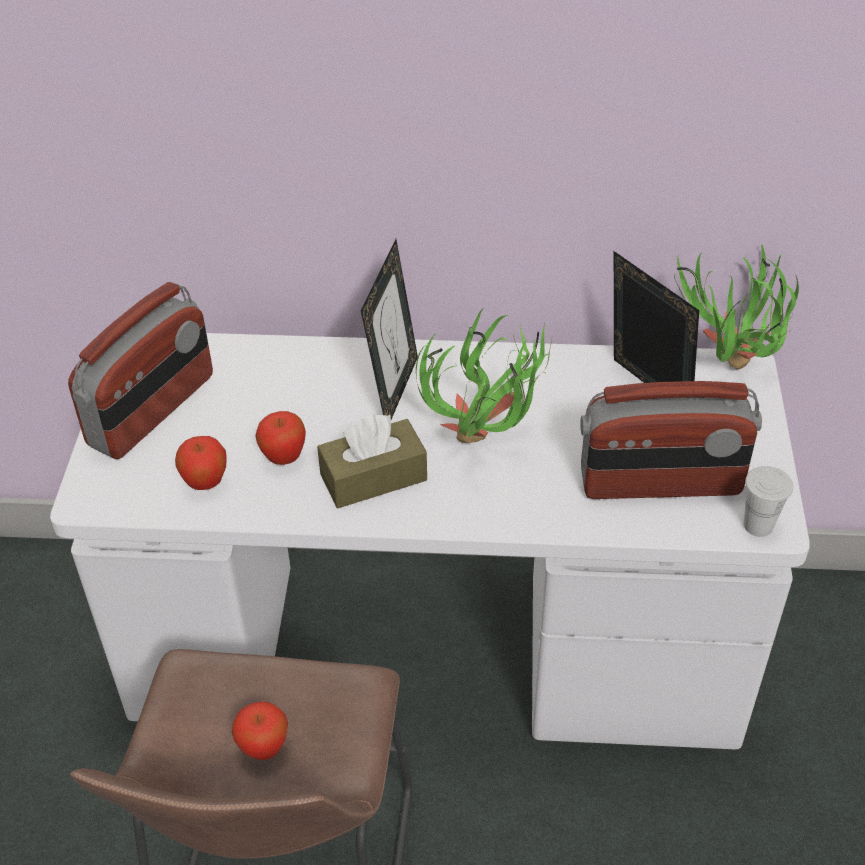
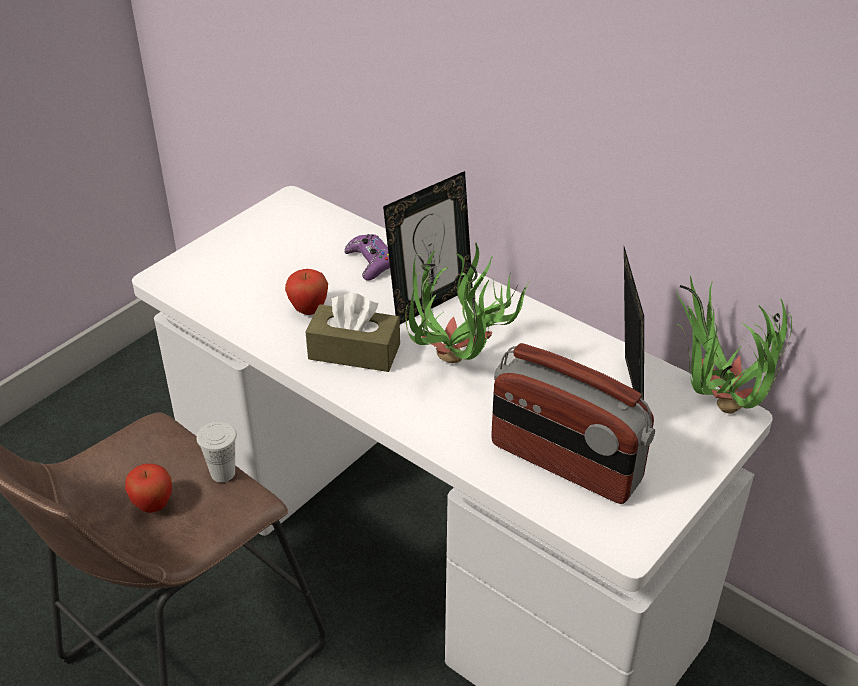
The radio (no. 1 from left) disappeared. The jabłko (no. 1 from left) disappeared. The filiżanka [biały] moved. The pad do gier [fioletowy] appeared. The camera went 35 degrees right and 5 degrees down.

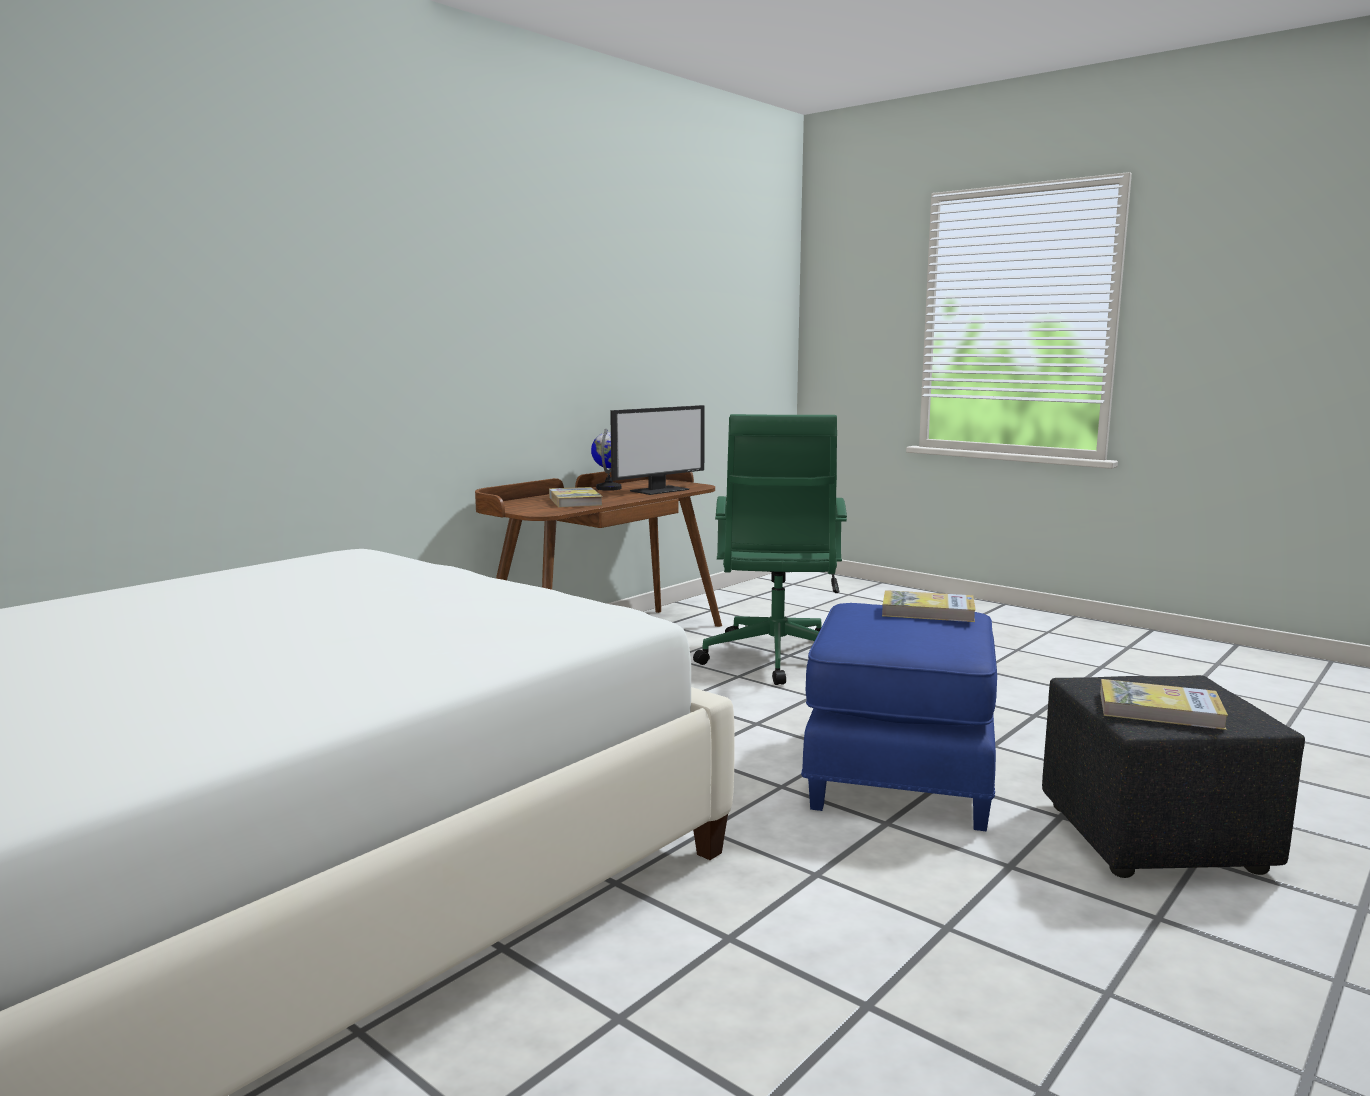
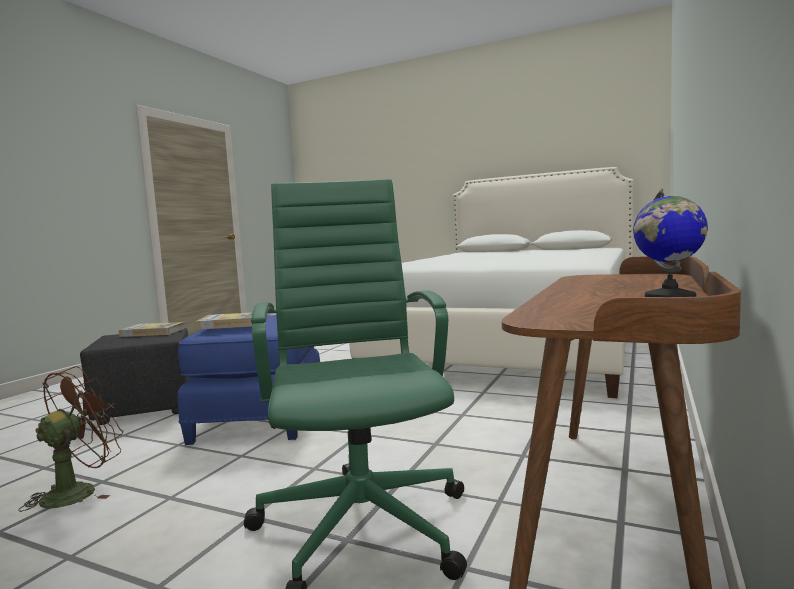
The książka (no. 1 from left) disappeared. The monitor disappeared. The wentylator [brązowy] appeared. The camera went 165 degrees right and 5 degrees down.

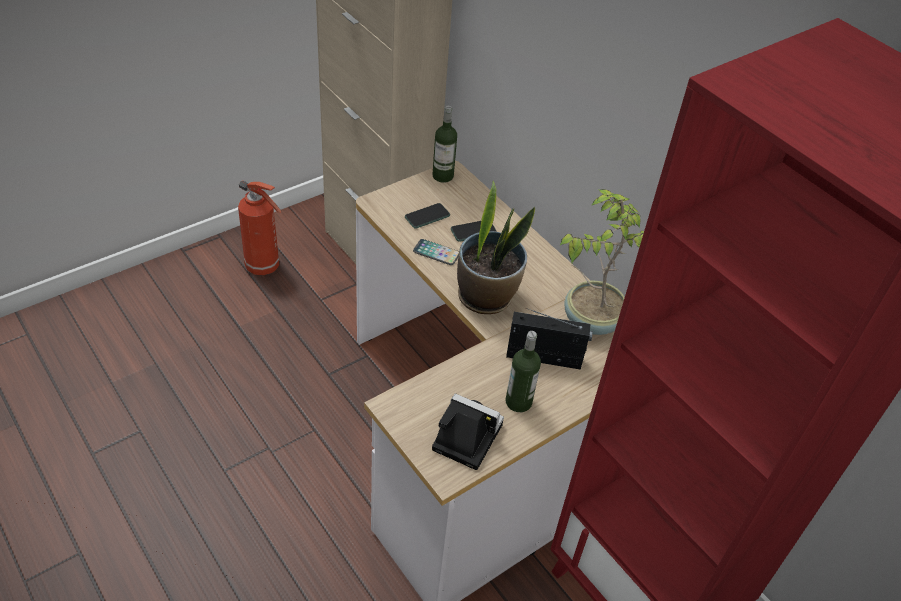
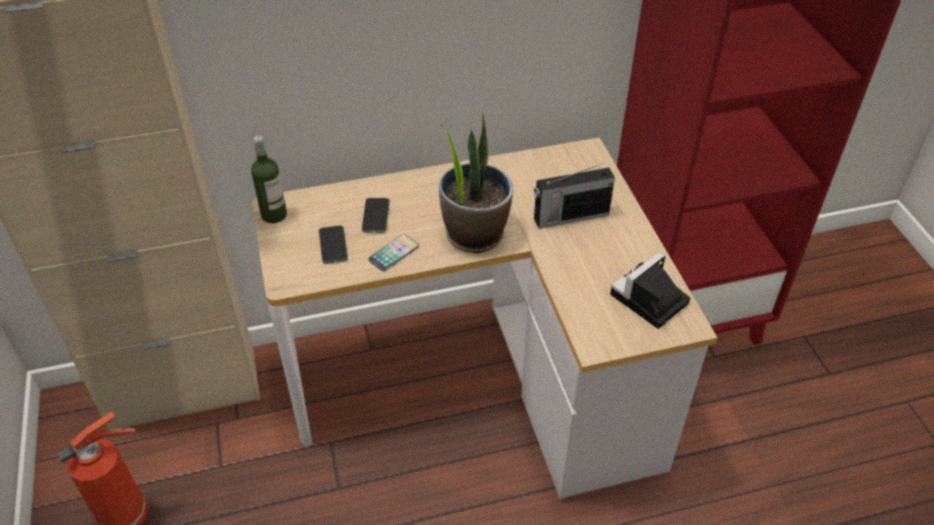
The butelka (no. 2 from left) disappeared. The radio turned 135 degrees counterclockwise. The roślina doniczkowa (no. 2 from left) disappeared. The camera went 65 degrees left and 0 degrees up.

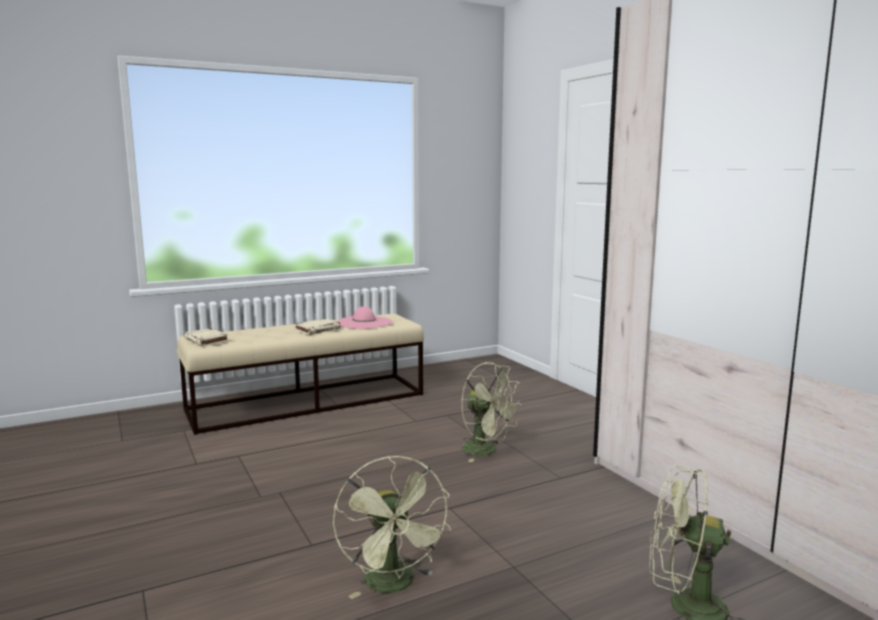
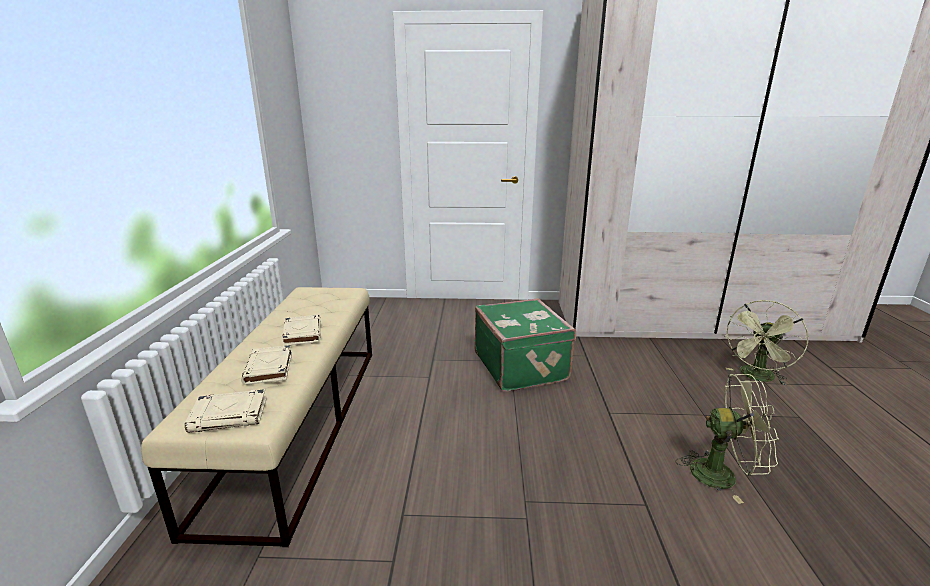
The kapelusz [różowy] disappeared. The wentylator [zielony] (no. 2 from left) was replaced by the walizka [zielony]. The książka [beżowy] (no. 2 from left) appeared. The camera went 60 degrees left and 10 degrees up.

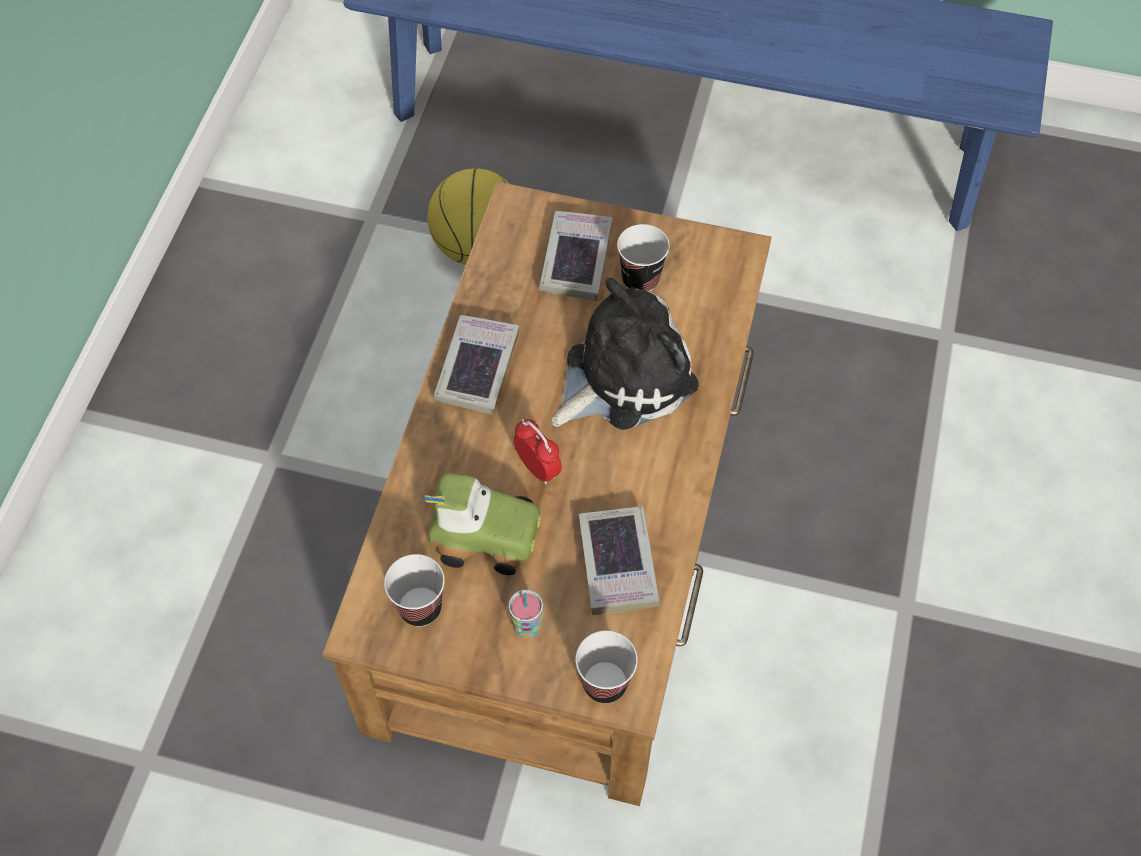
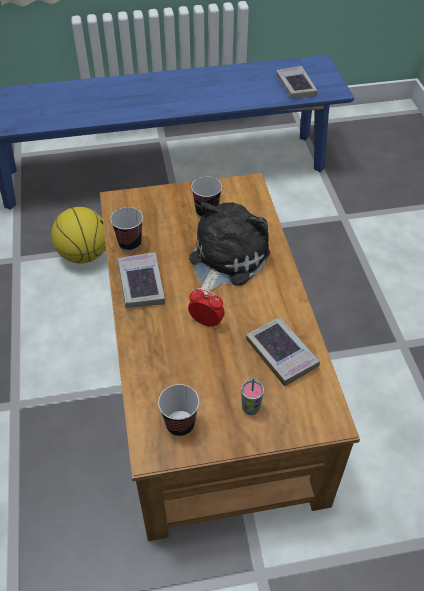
The samochodzik disappeared. The książka (no. 2 from left in the first image) moved. The filiżanka (no. 3 from left in the first image) moved. The camera went 25 degrees left and 10 degrees down.

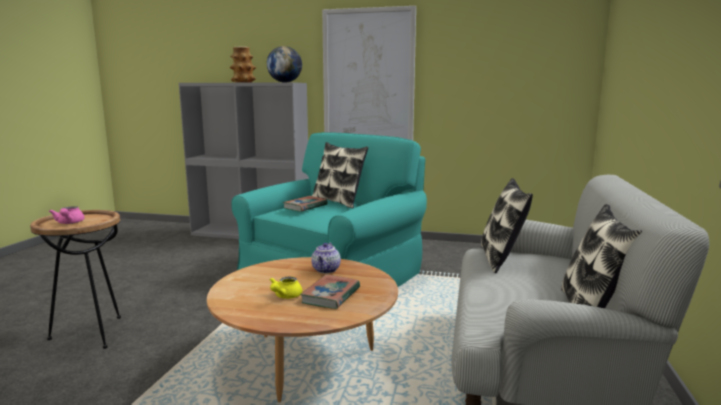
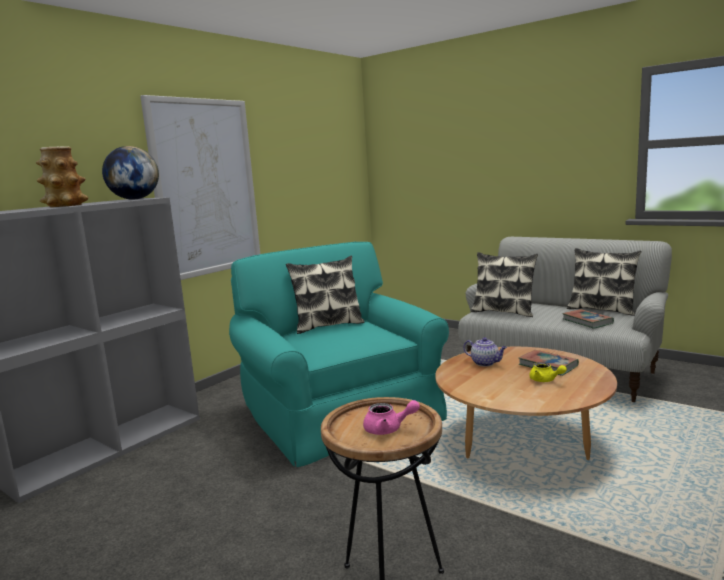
The książka (no. 1 from left in the first image) moved. The camera went 65 degrees left and 0 degrees up.

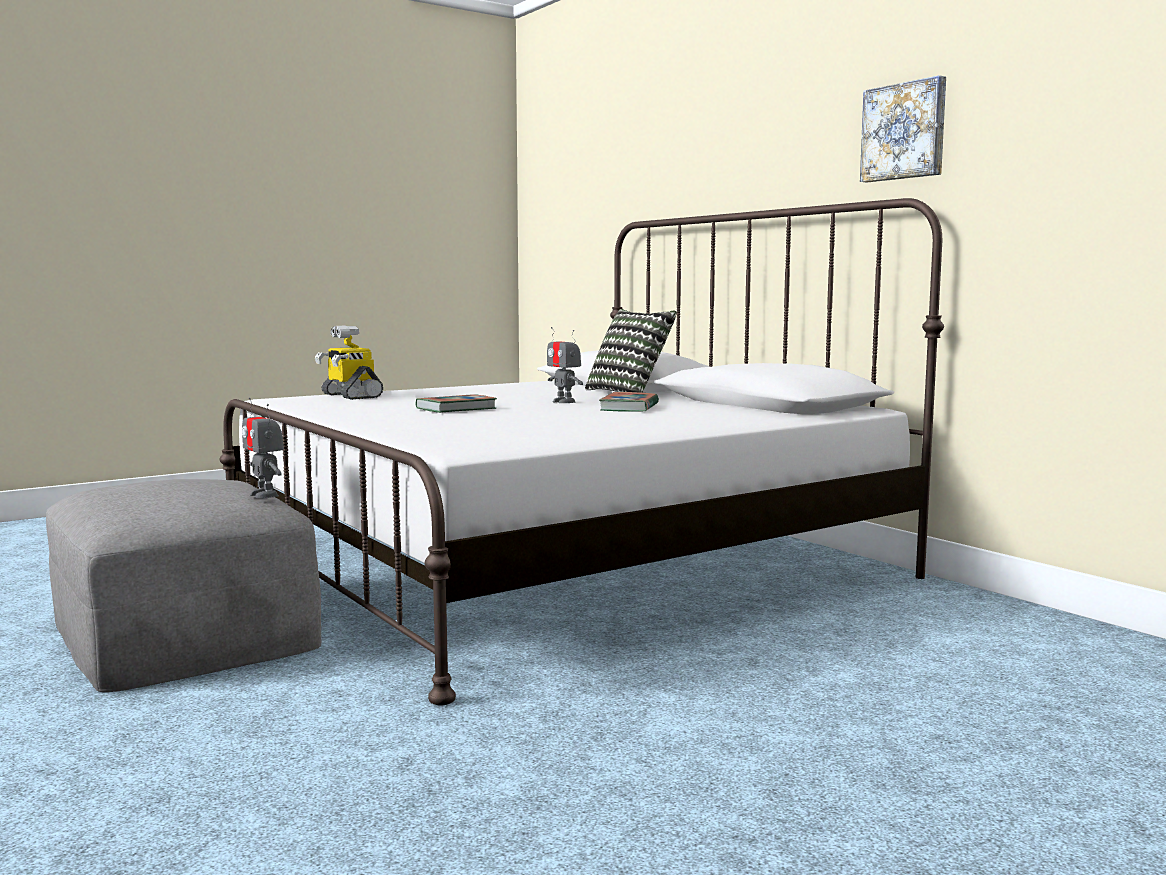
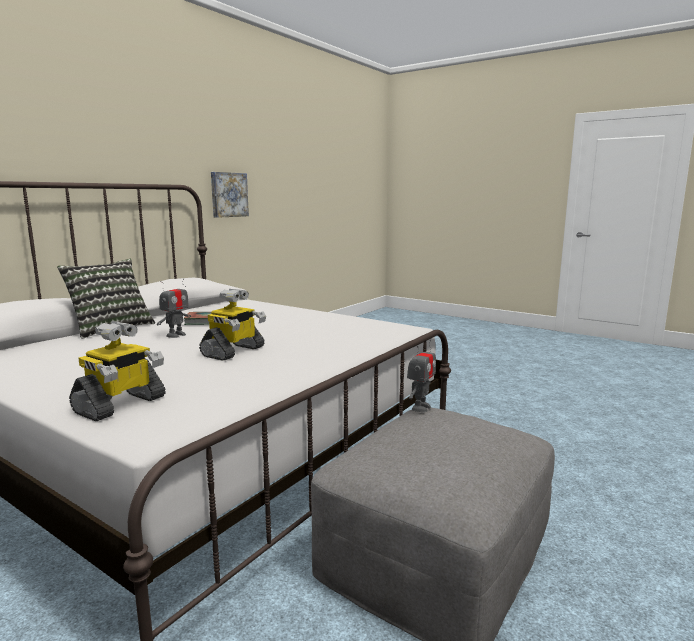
The książka (no. 1 from left) was replaced by the robot zabawkowy (no. 3 from left). The obraz moved. The camera went 110 degrees left and 5 degrees up.

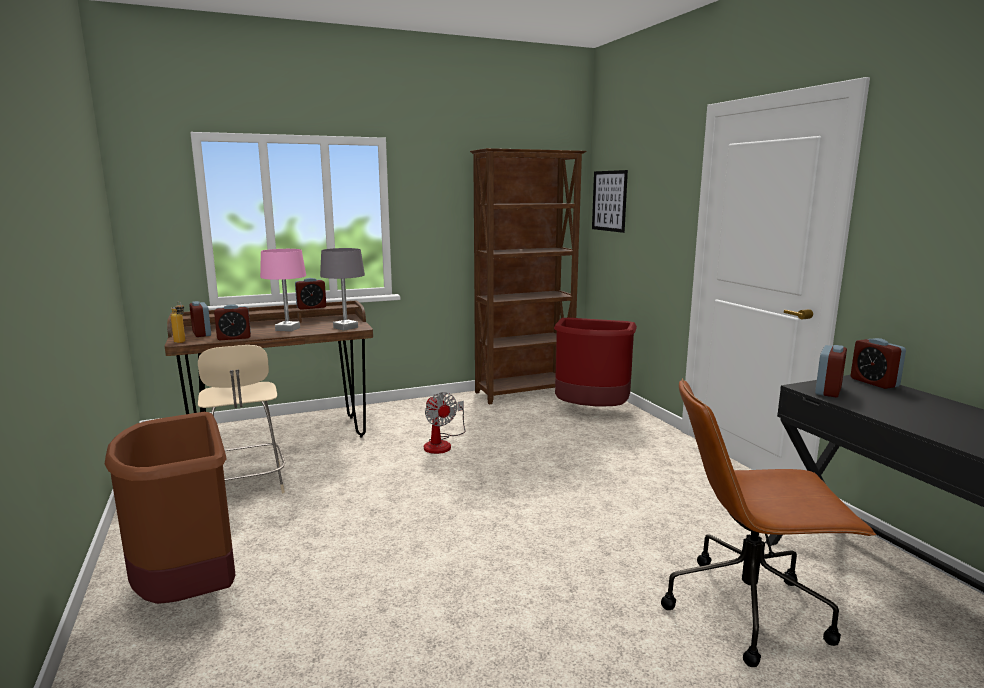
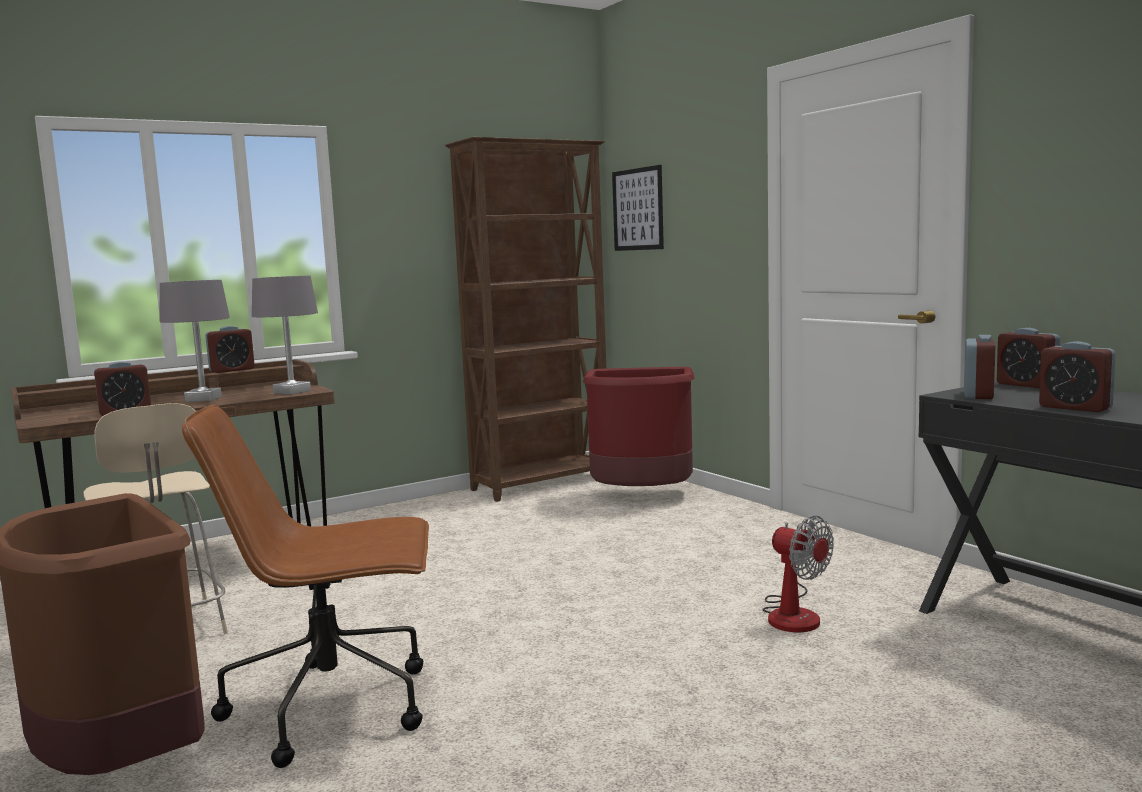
The butelka disappeared. The budzik (no. 1 from left in the first image) moved. The lampa stołowa [różowy] became the lampa stołowa [szary] (no. 1 from left). The wentylator moved. The krzesło biurowe [brązowy] moved. The camera went 10 degrees left and 5 degrees down.

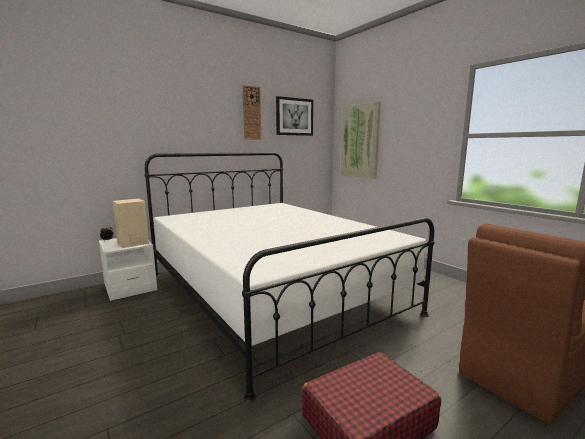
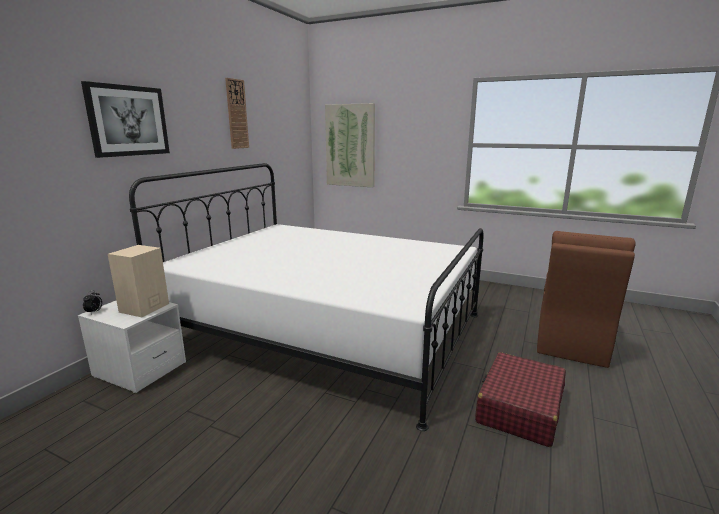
The obraz (no. 1 from left) moved. The camera went 30 degrees left and 5 degrees up.

